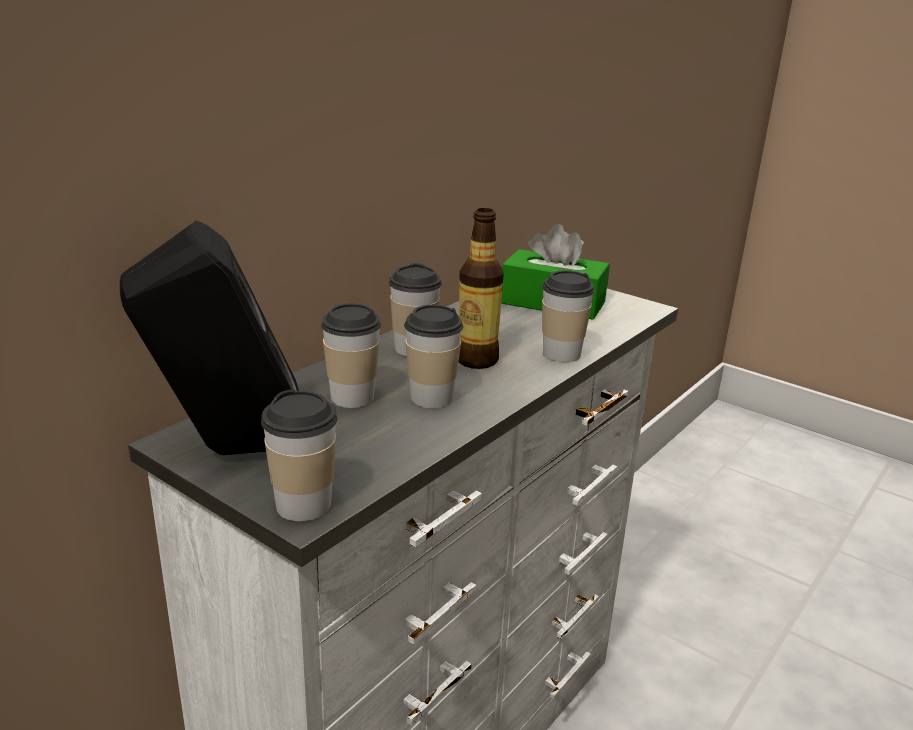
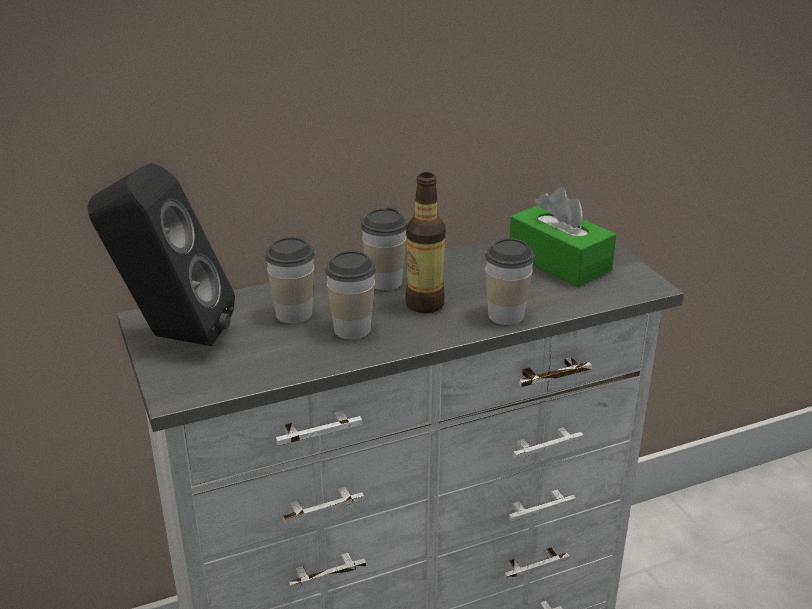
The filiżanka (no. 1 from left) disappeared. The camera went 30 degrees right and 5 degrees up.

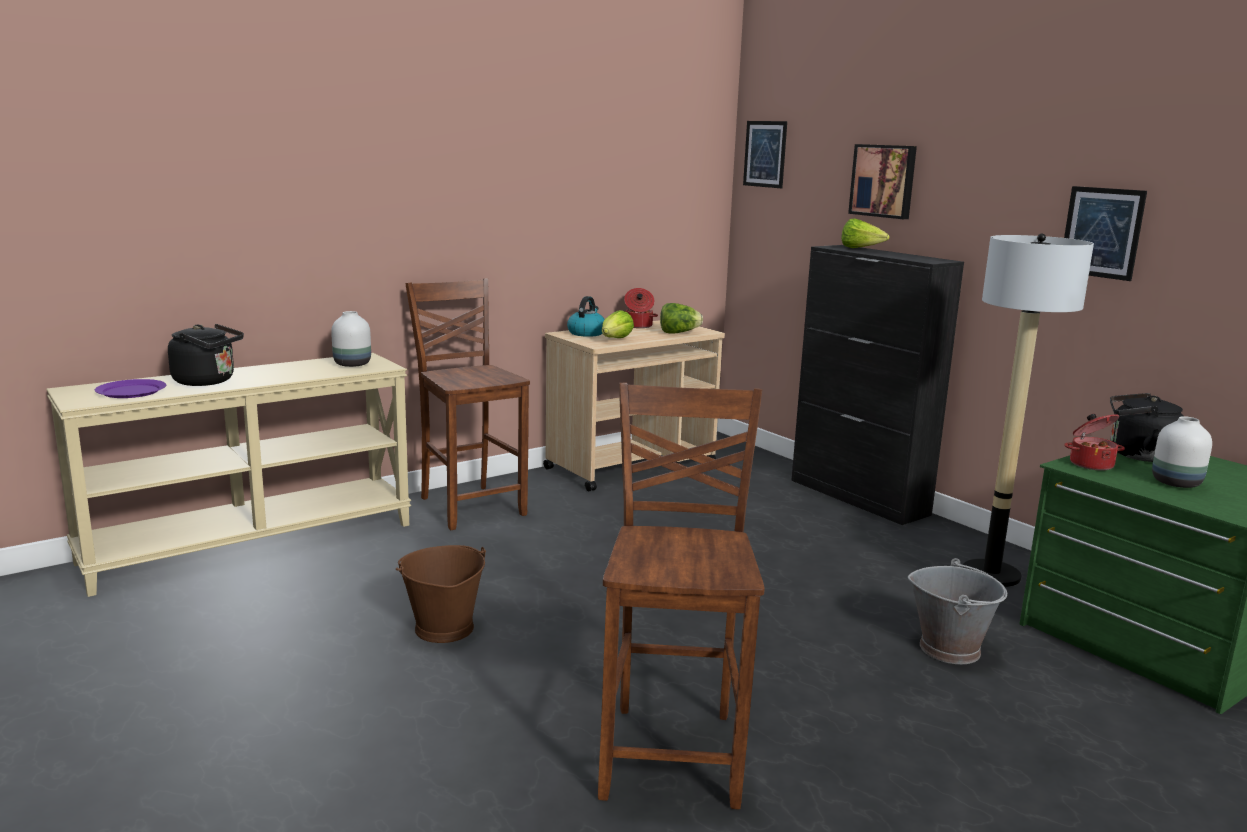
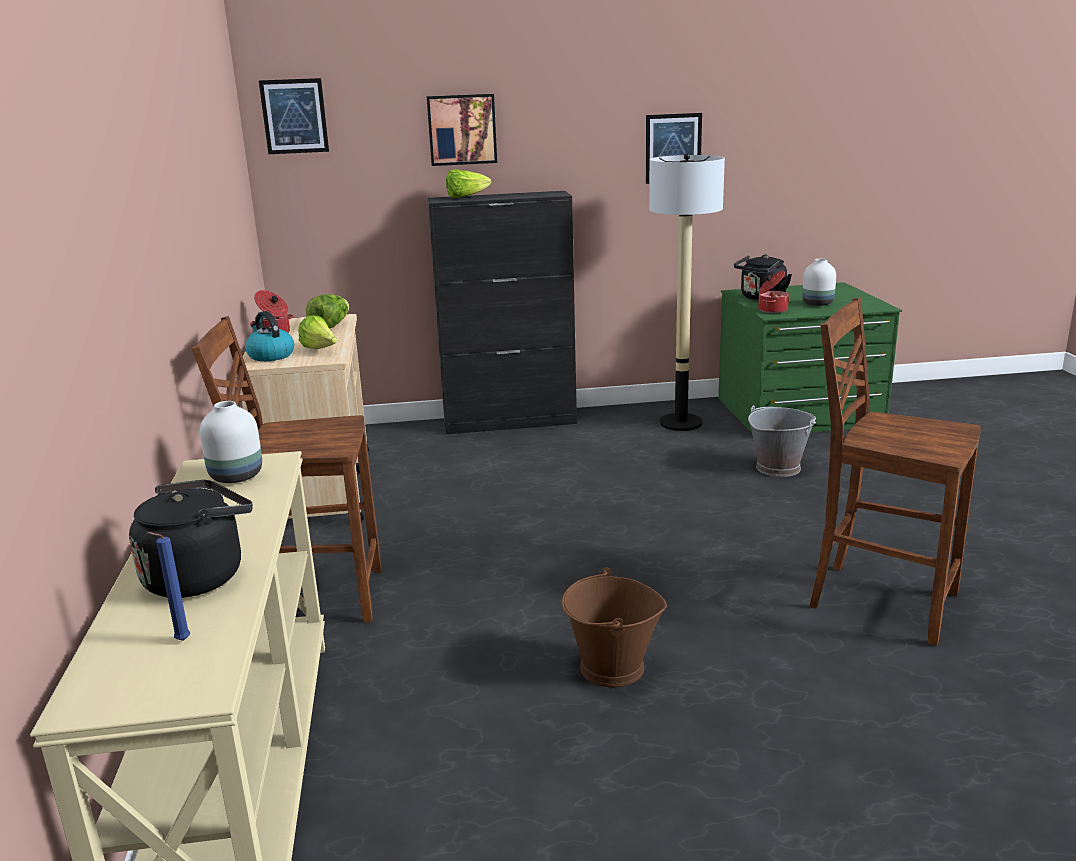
The talerz [fioletowy] was replaced by the świeca [niebieski]. The camera went 60 degrees left and 5 degrees up.

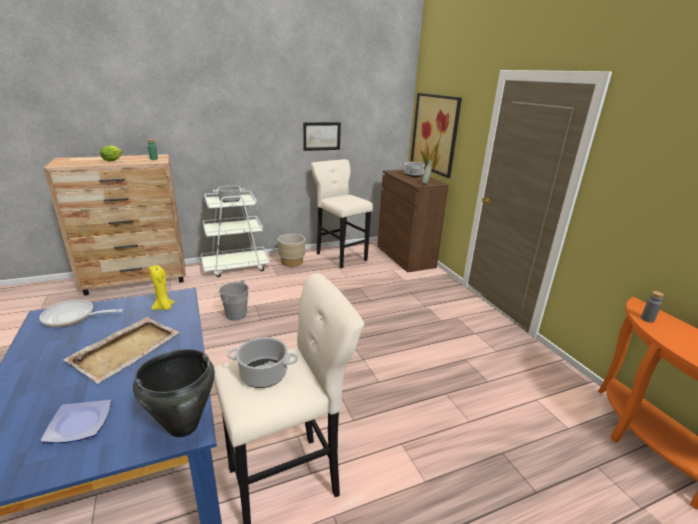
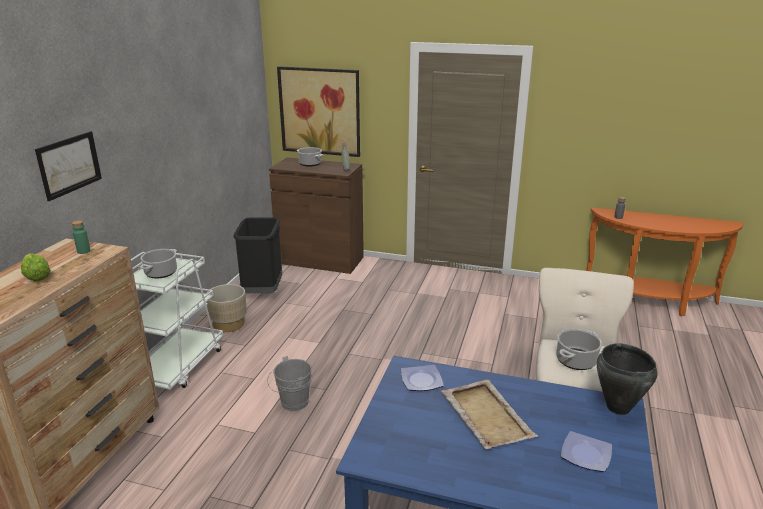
The patelnia disappeared. The świeca [żółty] was replaced by the talerz (no. 1 from left). The obraz (no. 1 from left) moved. The stołek [beżowy] (no. 2 from left) was replaced by the kosz na śmieci [czarny]. The camera went 50 degrees left and 0 degrees up.

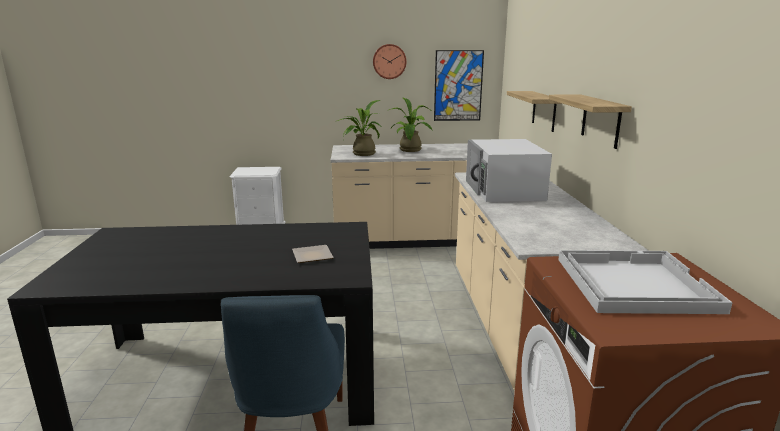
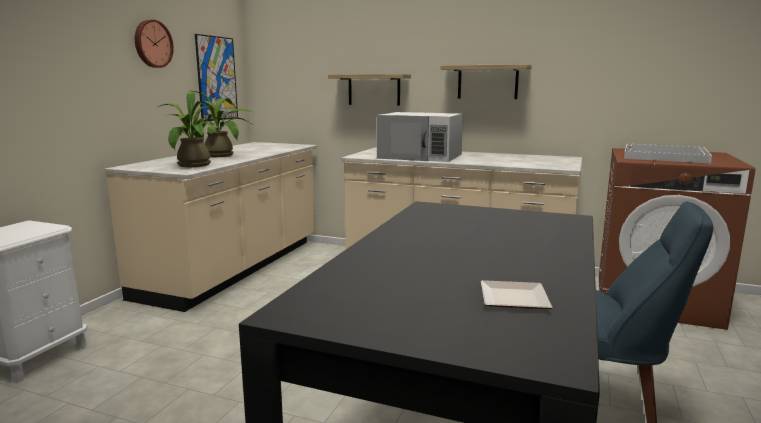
The talerz moved. The camera went 65 degrees left and 5 degrees down.

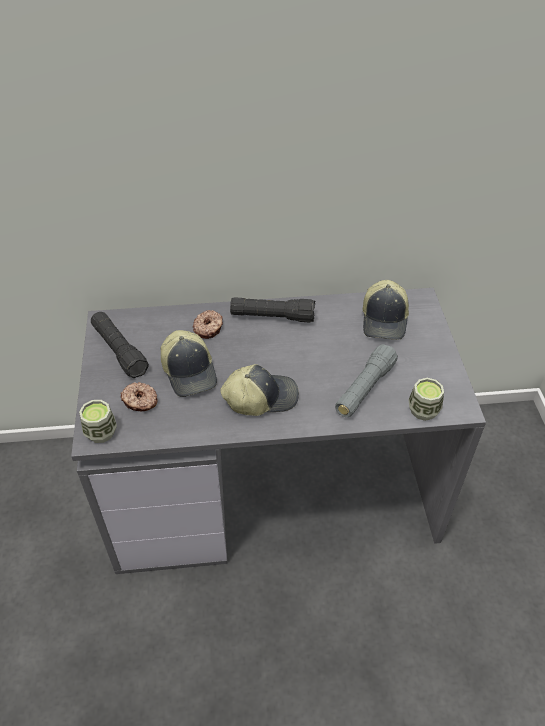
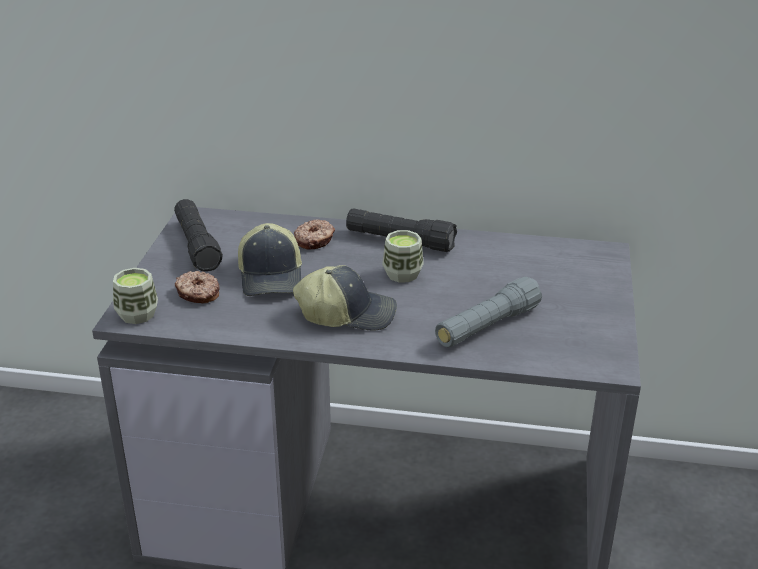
The czapka z daszkiem (no. 3 from left) disappeared. The filiżanka (no. 2 from left) moved. The camera went 15 degrees right and 15 degrees down.

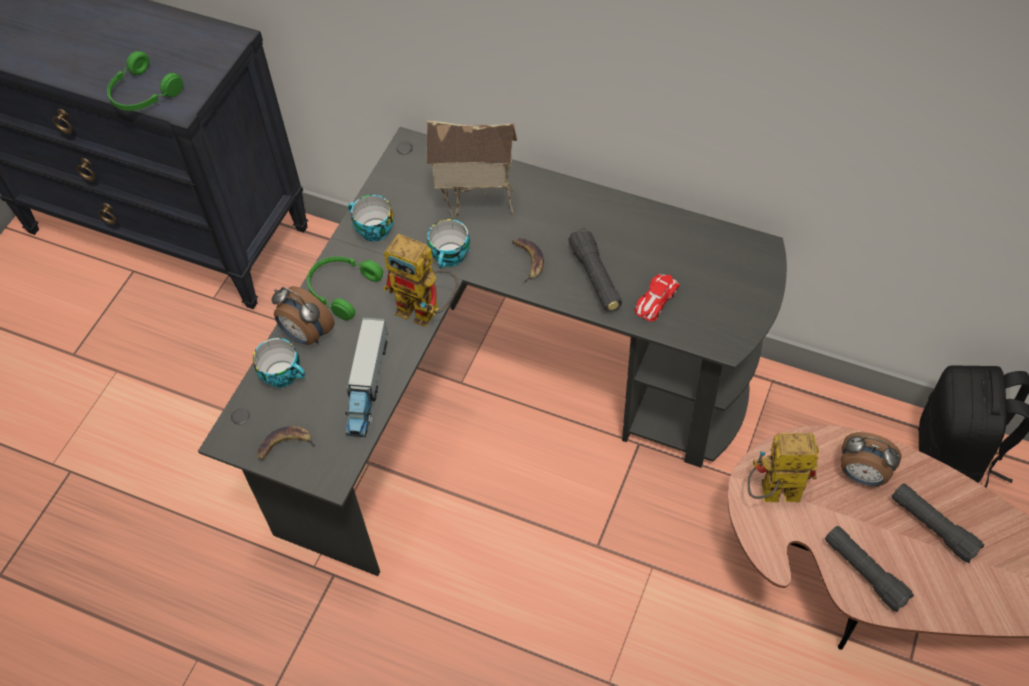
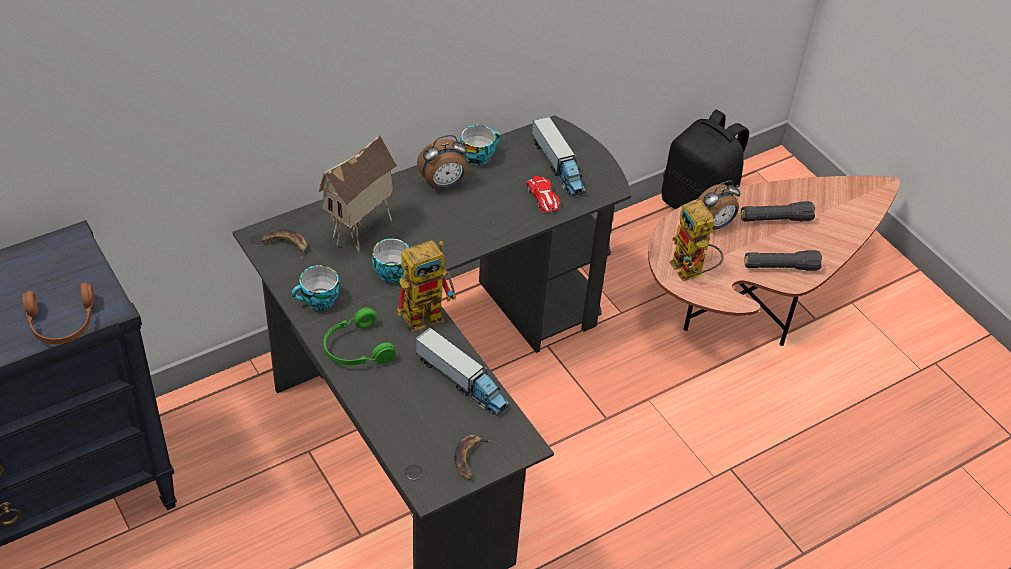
The słuchawki [zielony] (no. 1 from left) became the słuchawki [brązowy]. The filiżanka (no. 1 from left in the first image) moved. The budzik (no. 1 from left) moved. The banan (no. 2 from left in the first image) moved. The latarka [czarny] (no. 1 from left) disappeared. The robot zabawkowy (no. 2 from left) turned 60 degrees counterclockwise. The ciężarówka zabawkowa (no. 2 from left) appeared. The camera went 60 degrees left and 10 degrees down.

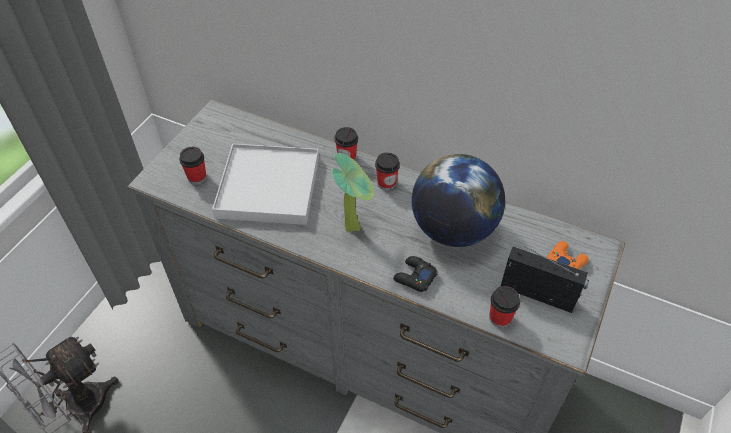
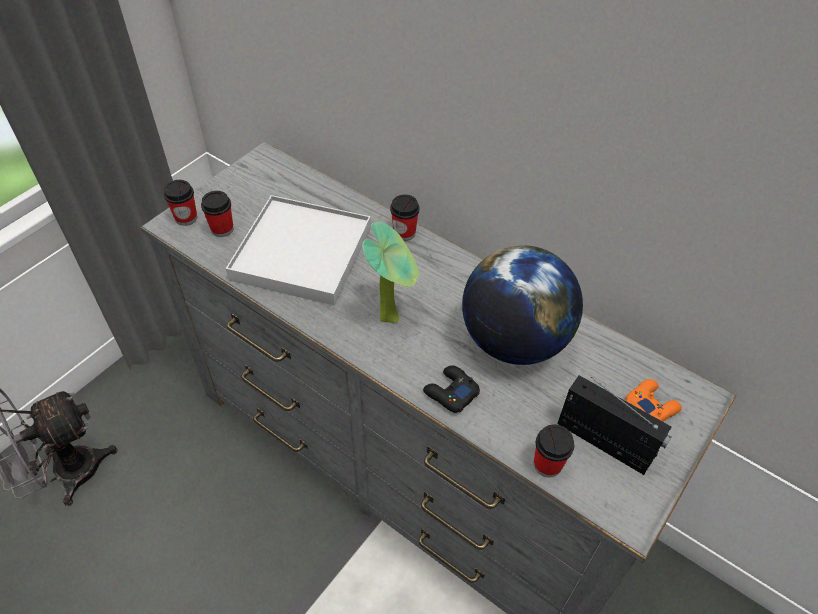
The filiżanka (no. 3 from left in the first image) moved. The camera went 10 degrees right and 0 degrees up.

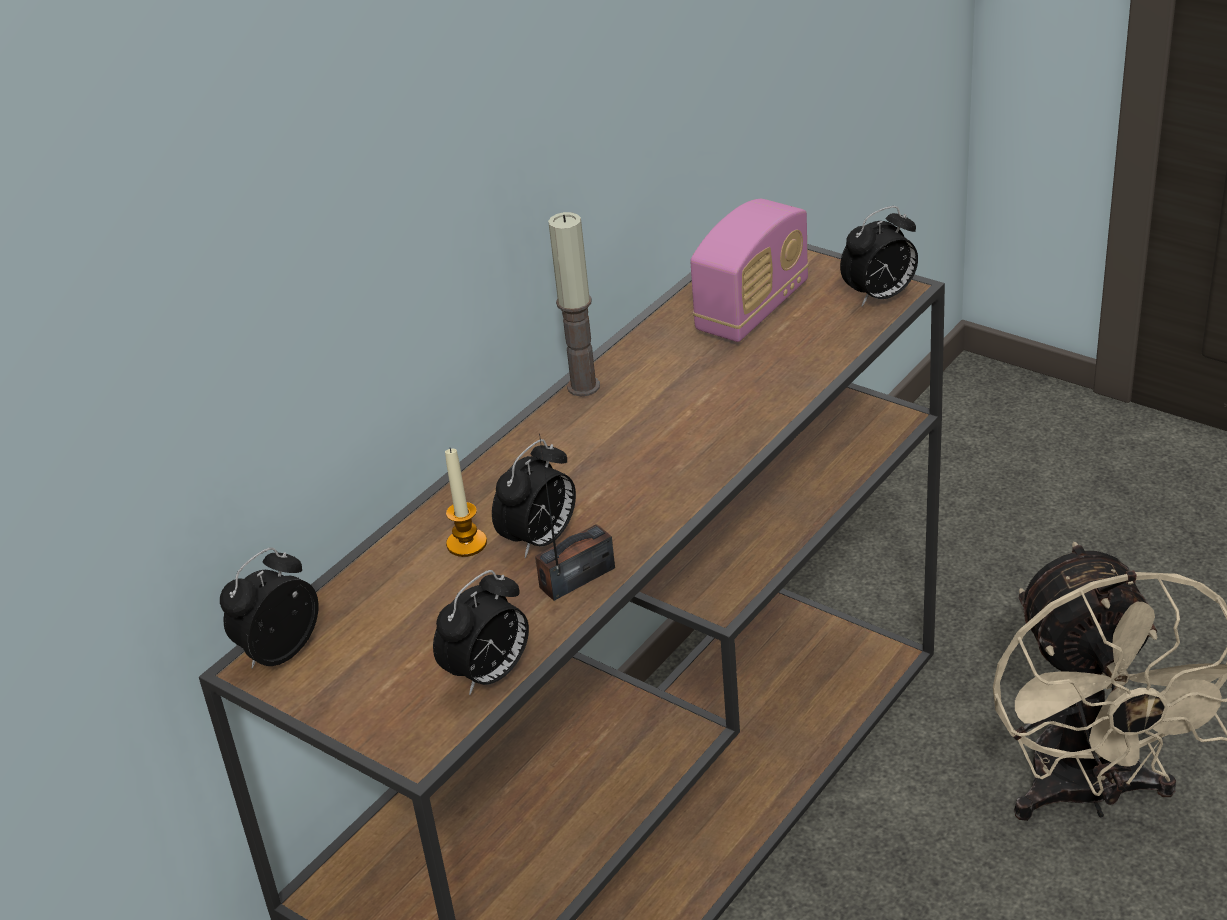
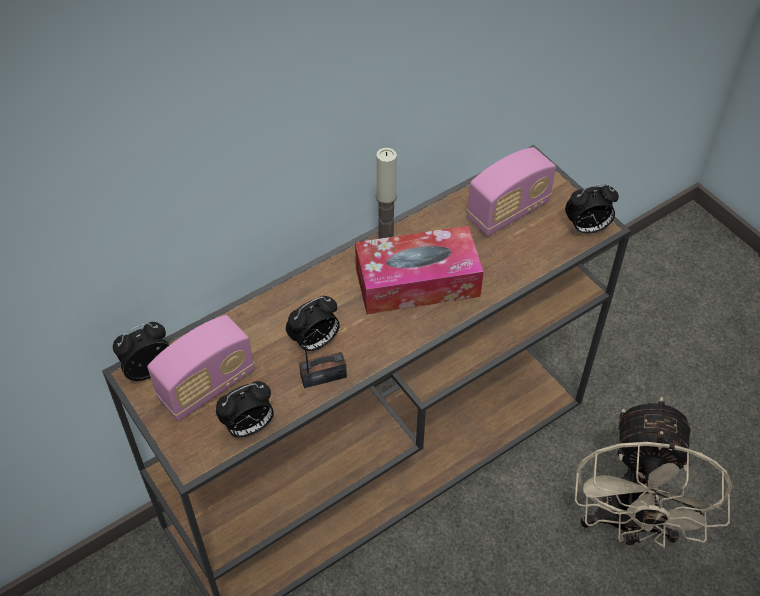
The świeca (no. 1 from left) disappeared. The radio (no. 1 from left) appeared. The pudełko chusteczek appeared. The camera went 15 degrees right and 15 degrees up.

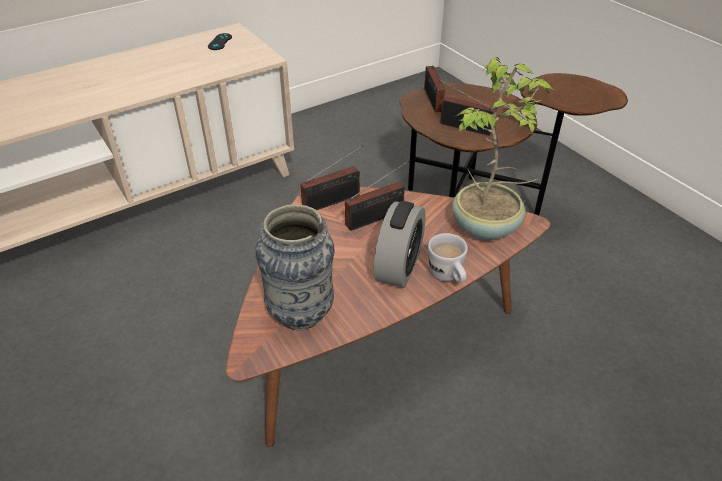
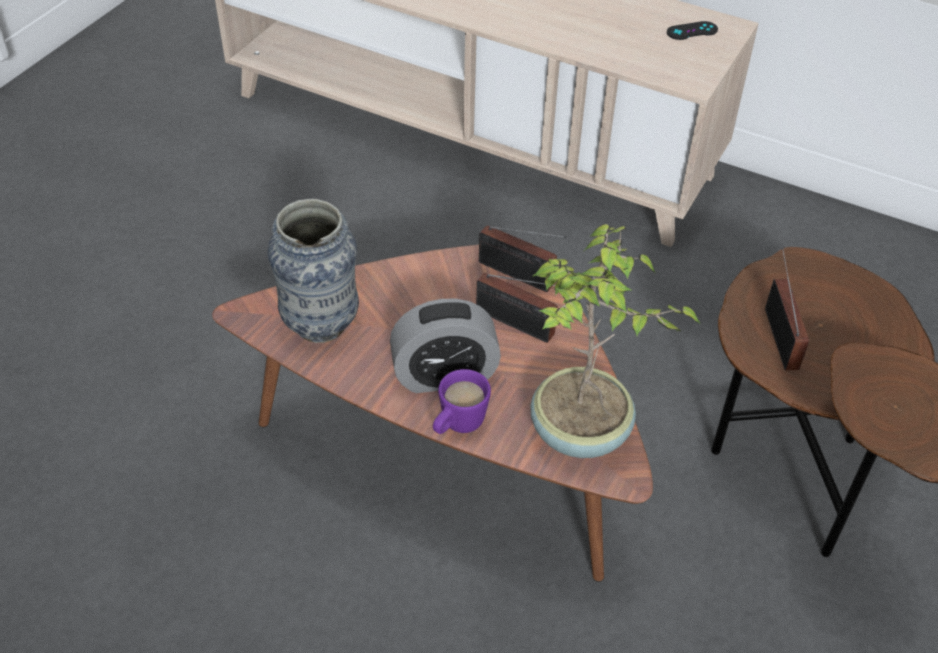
The radio (no. 3 from left) disappeared. The kubek [biały] became the kubek [fioletowy]. The camera went 60 degrees right and 5 degrees up.

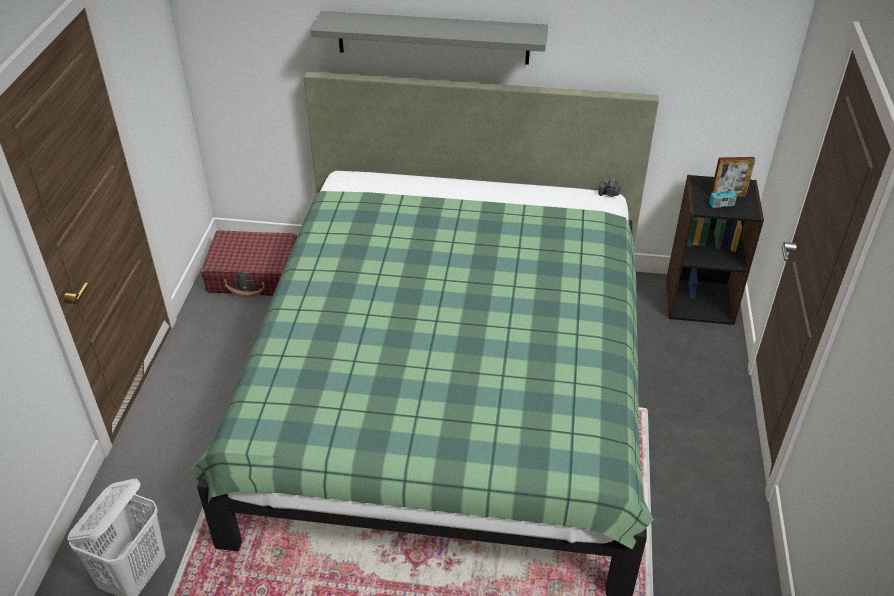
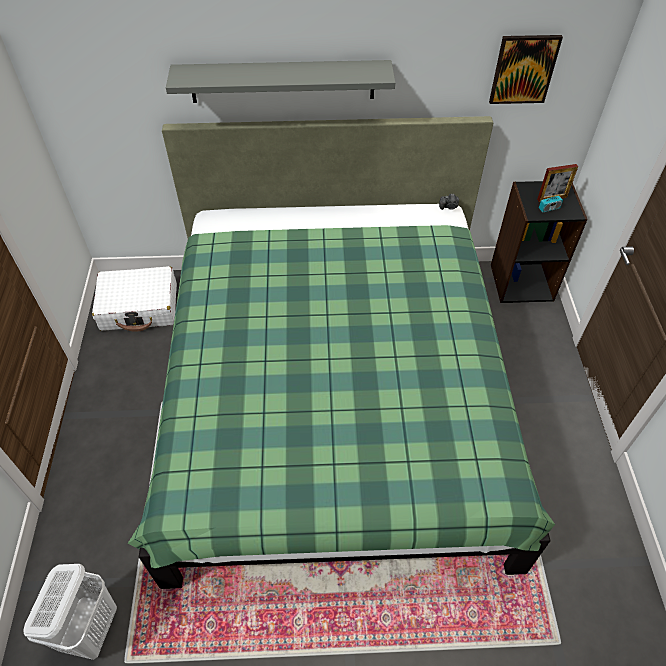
The walizka [czerwony] became the walizka [biały]. The obraz appeared. The camera went 10 degrees left and 10 degrees up.

